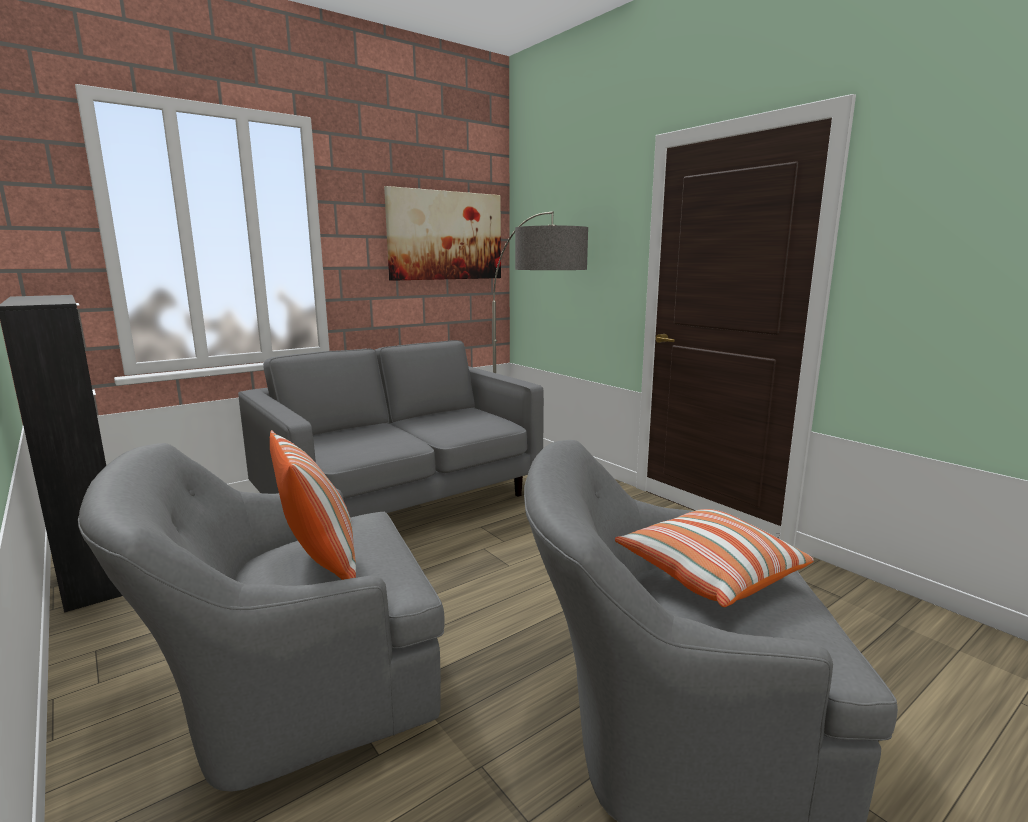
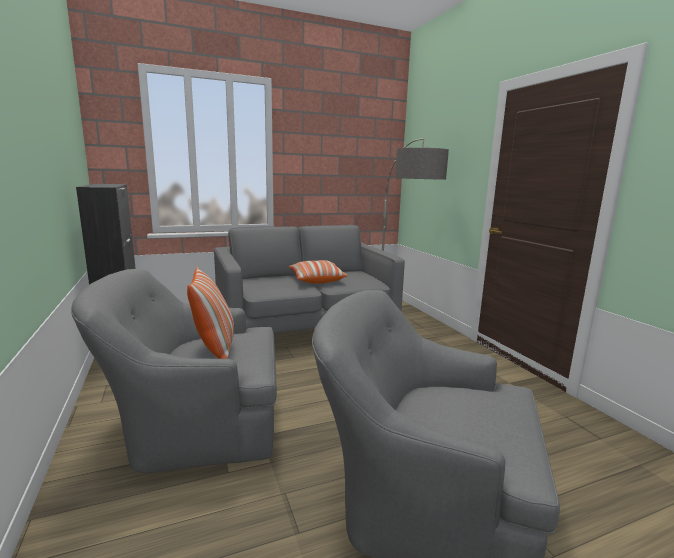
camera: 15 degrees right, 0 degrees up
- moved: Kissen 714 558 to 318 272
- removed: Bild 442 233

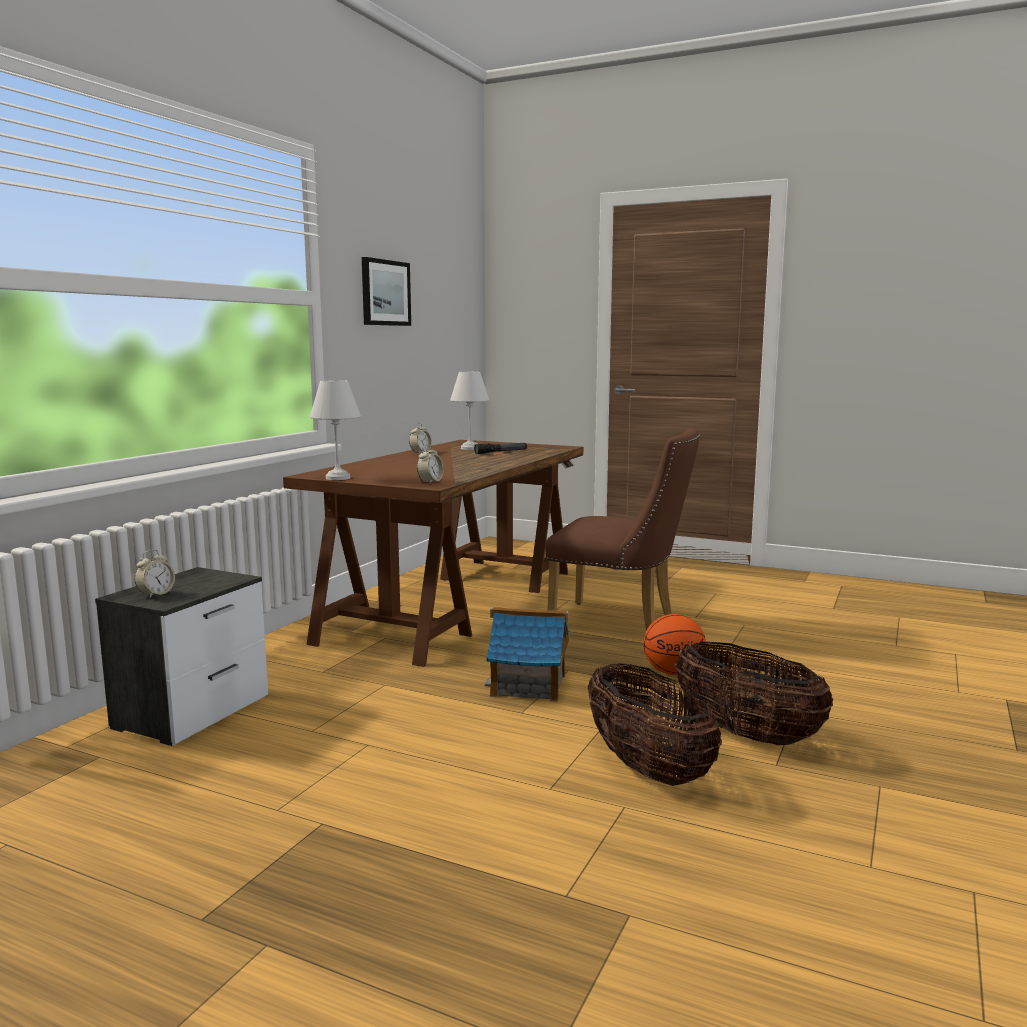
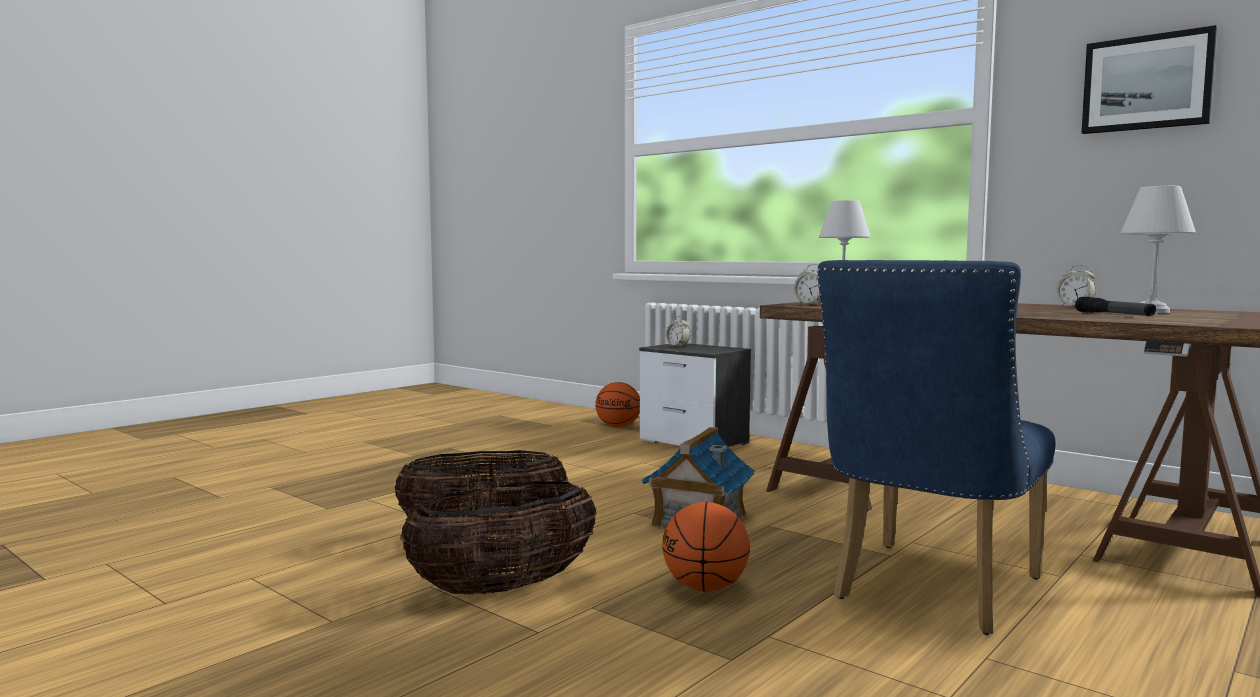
camera: 105 degrees right, 5 degrees down
- added: Basketball 617 404
- recoloured: Stuhl [braun] 622 529 to Stuhl [blau] 936 447

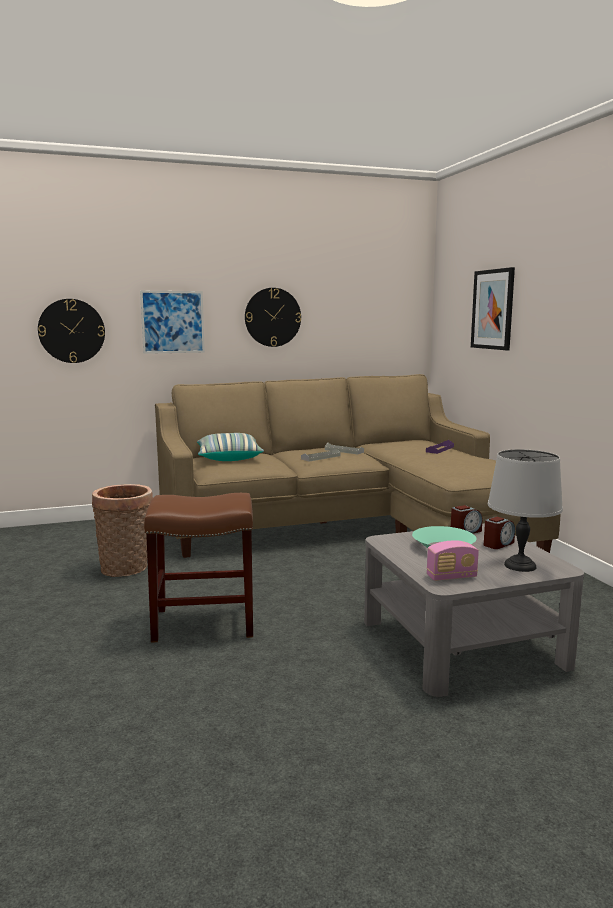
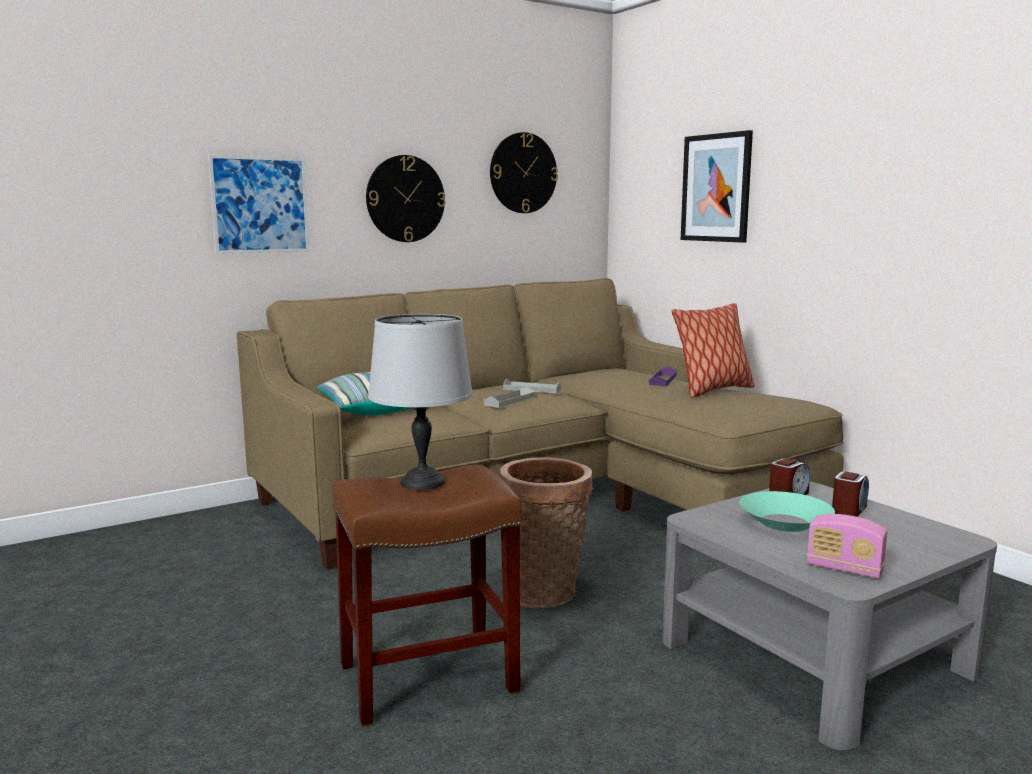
camera: 15 degrees left, 0 degrees up
- moved: Tischlampe [grau] 525 510 to 420 402
- moved: Wanduhr 71 331 to 524 172
- moved: Korb 122 530 to 546 533
- added: Kissen 713 350
- turned: Radio 453 560 = 847 546 60 degrees clockwise

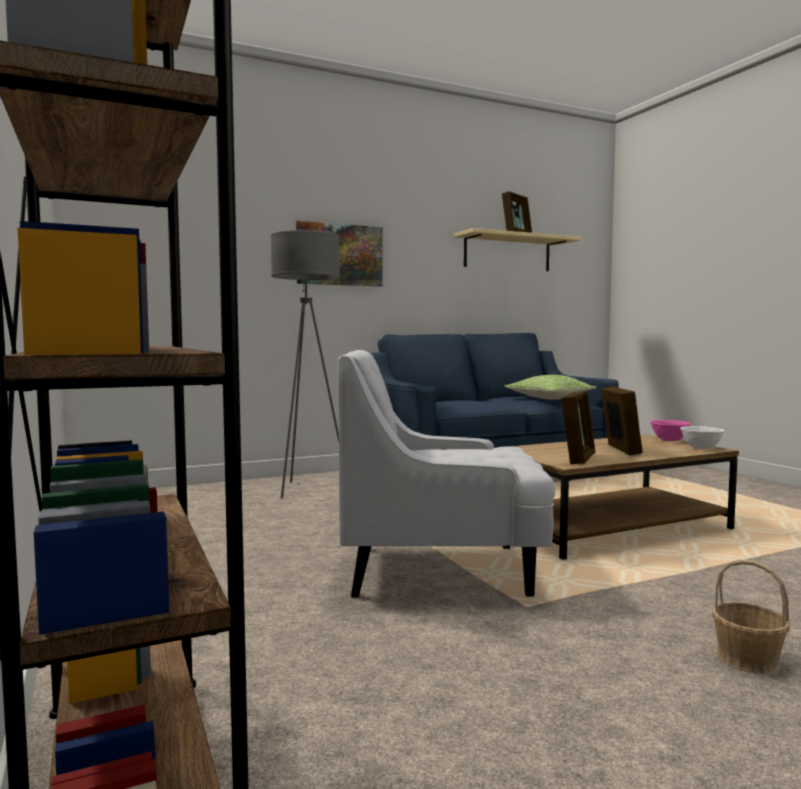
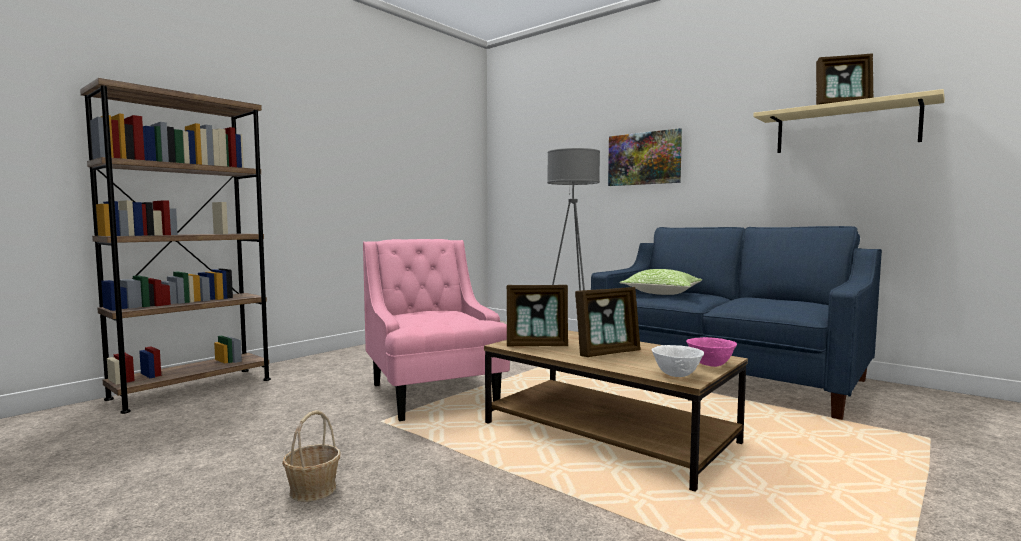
camera: 65 degrees right, 0 degrees up
- recoloured: Sessel [weiß] 446 473 to Sessel [rosa] 436 330
- moved: Kissen 550 387 to 661 282

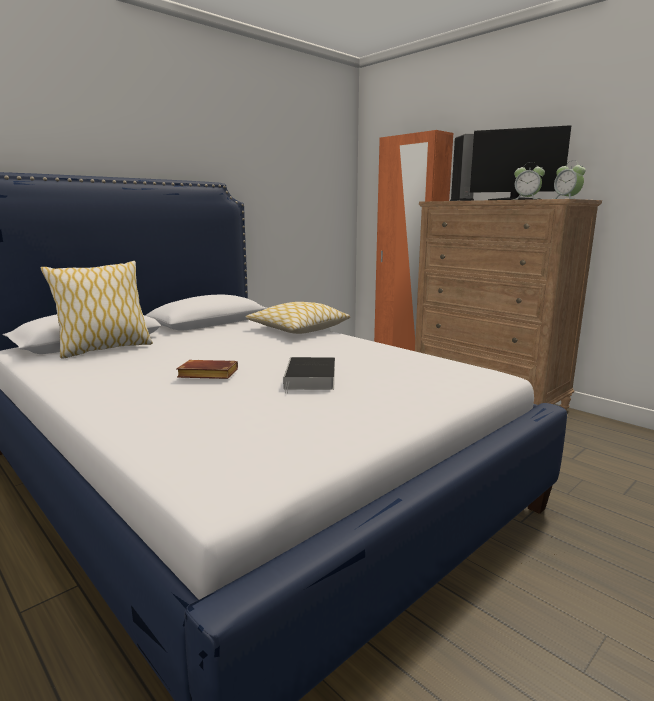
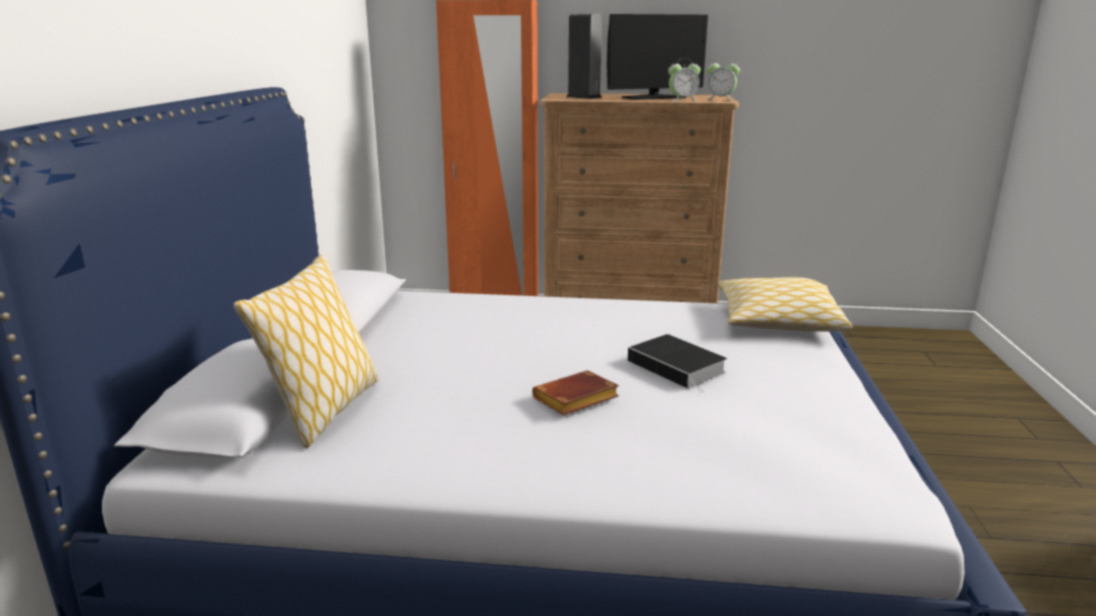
camera: 40 degrees left, 5 degrees up
- moved: Kissen 298 318 to 785 304

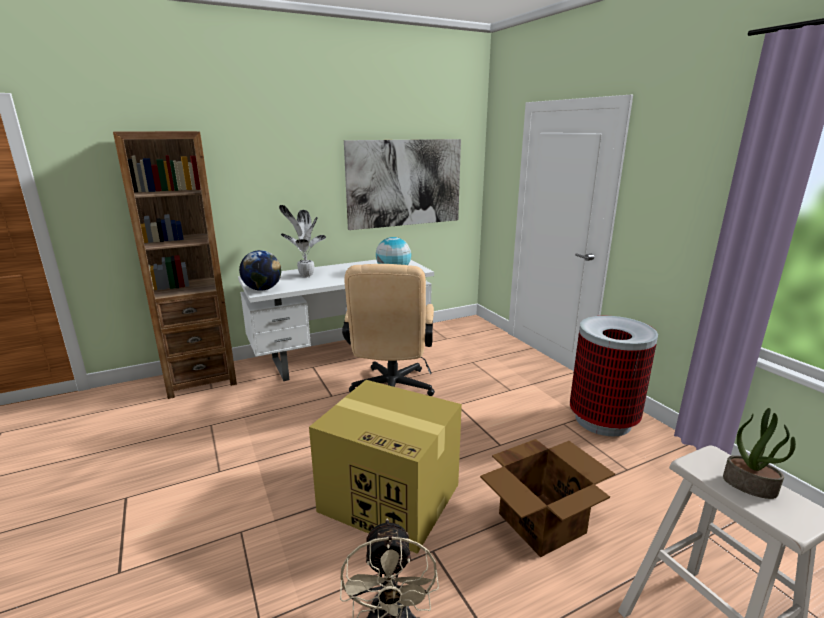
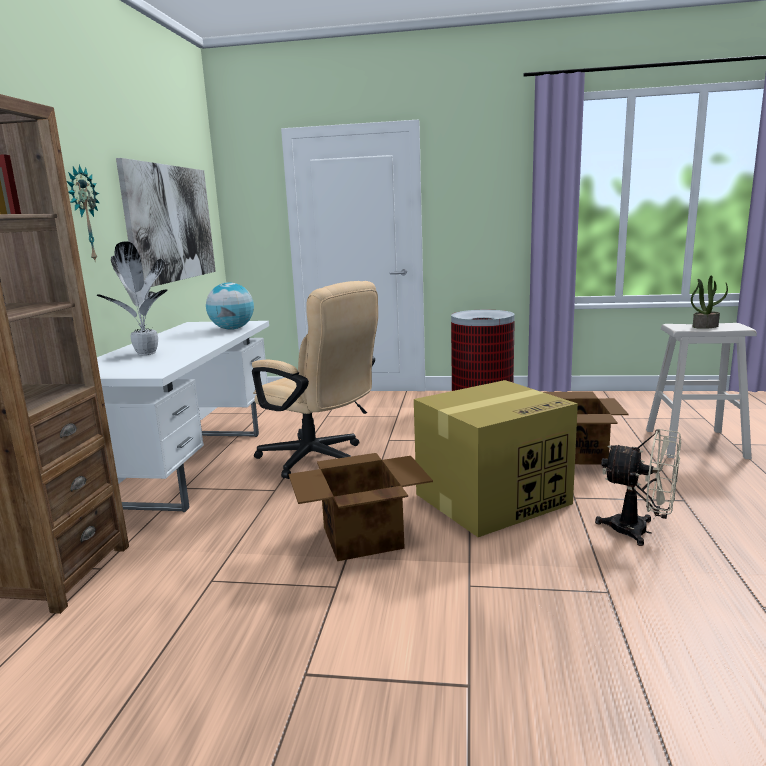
camera: 55 degrees left, 5 degrees down
- added: Wanduhr 83 212
- added: Karton 360 507
- removed: Globus 260 270

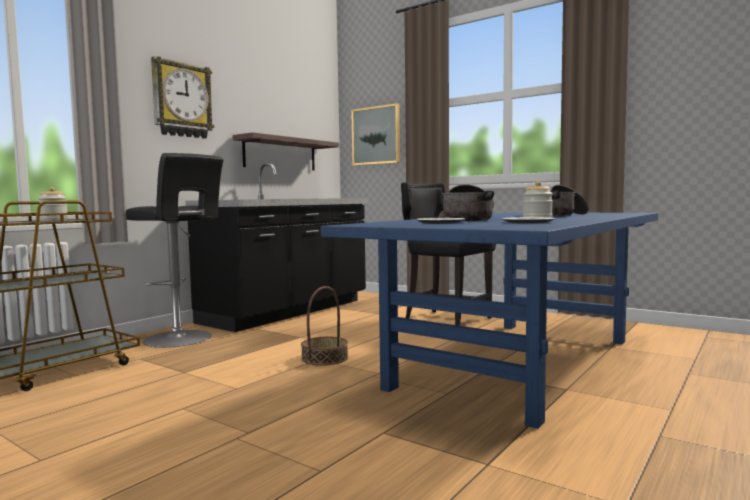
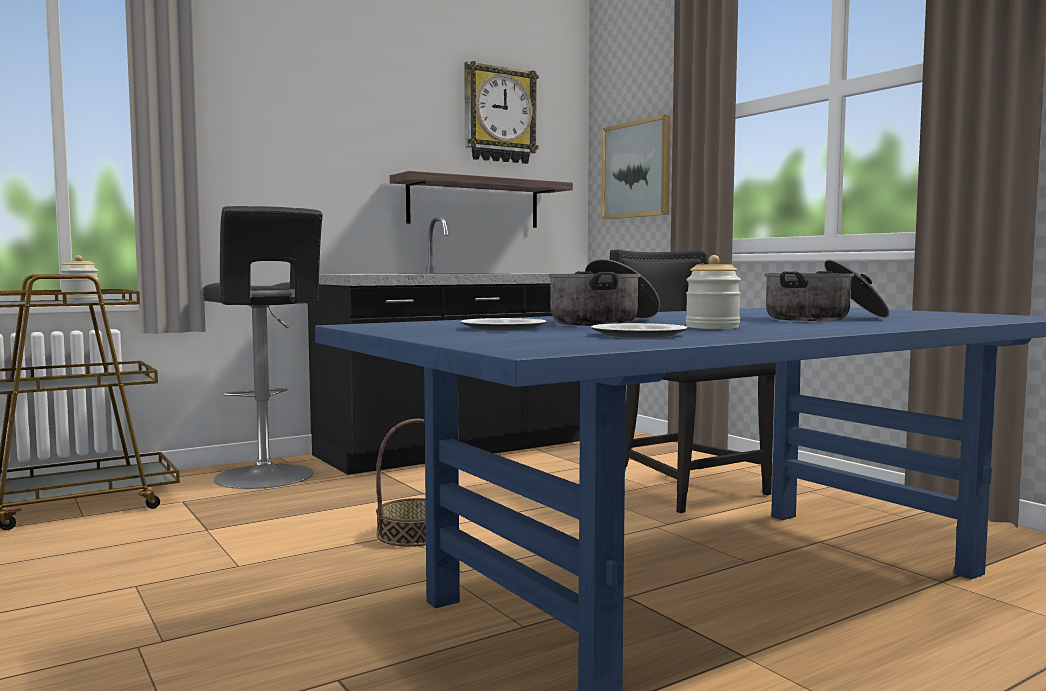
camera: 20 degrees right, 0 degrees up
- moved: Wanduhr 182 97 to 501 112

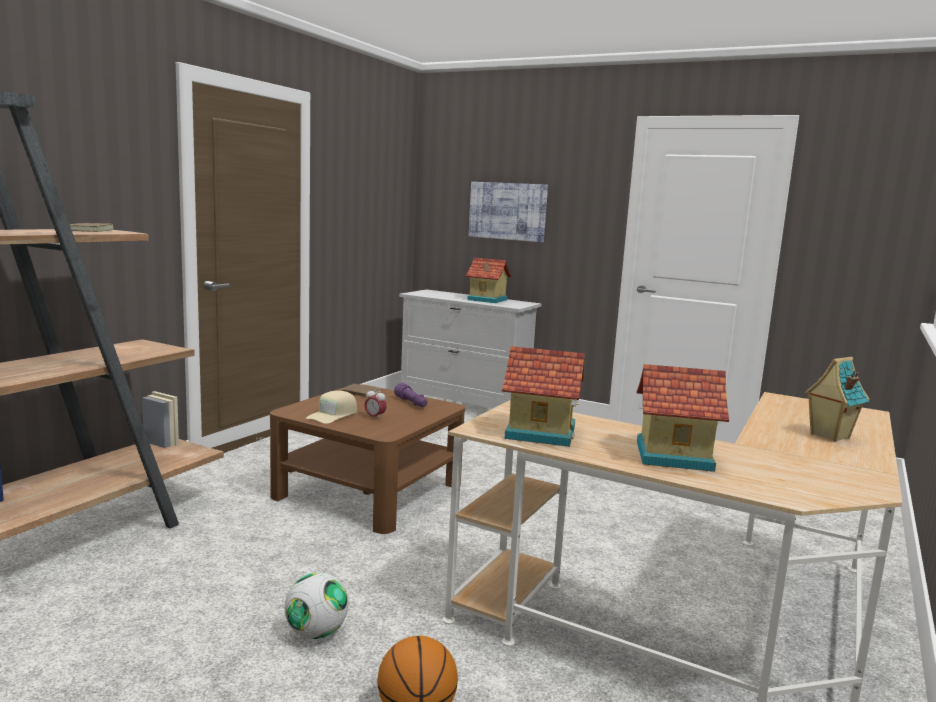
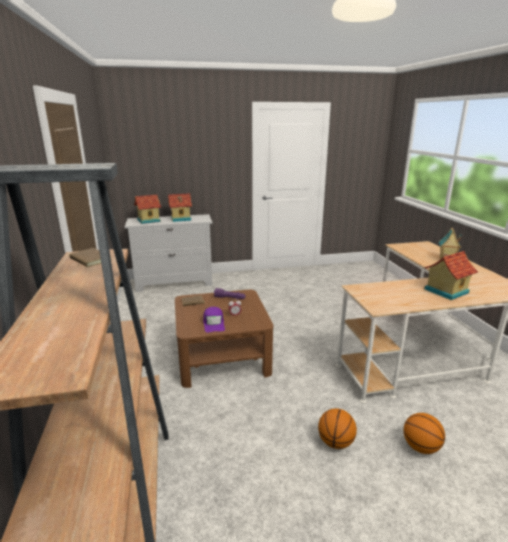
camera: 40 degrees left, 10 degrees up
- moved: Spielzeughaus 543 396 to 147 209
- recoloured: Kappe [beige] 331 407 to Kappe [lila] 214 320
- replaced: Fußball 316 605 to Basketball 337 428
- removed: Bild 508 212

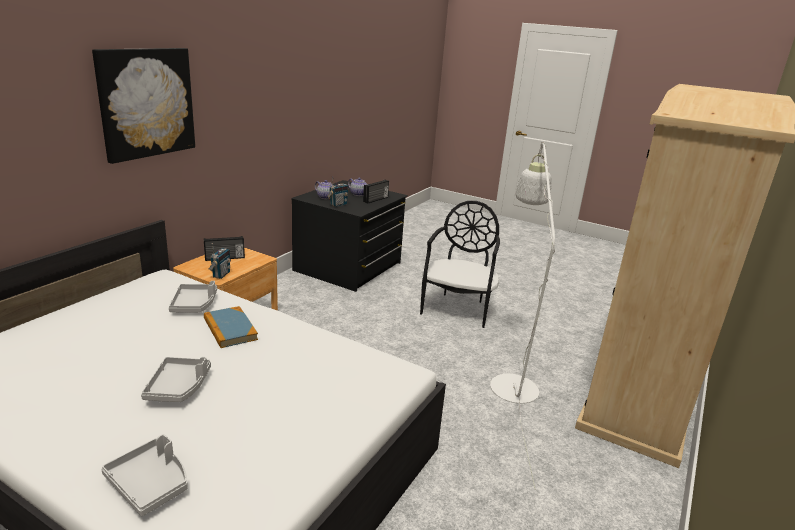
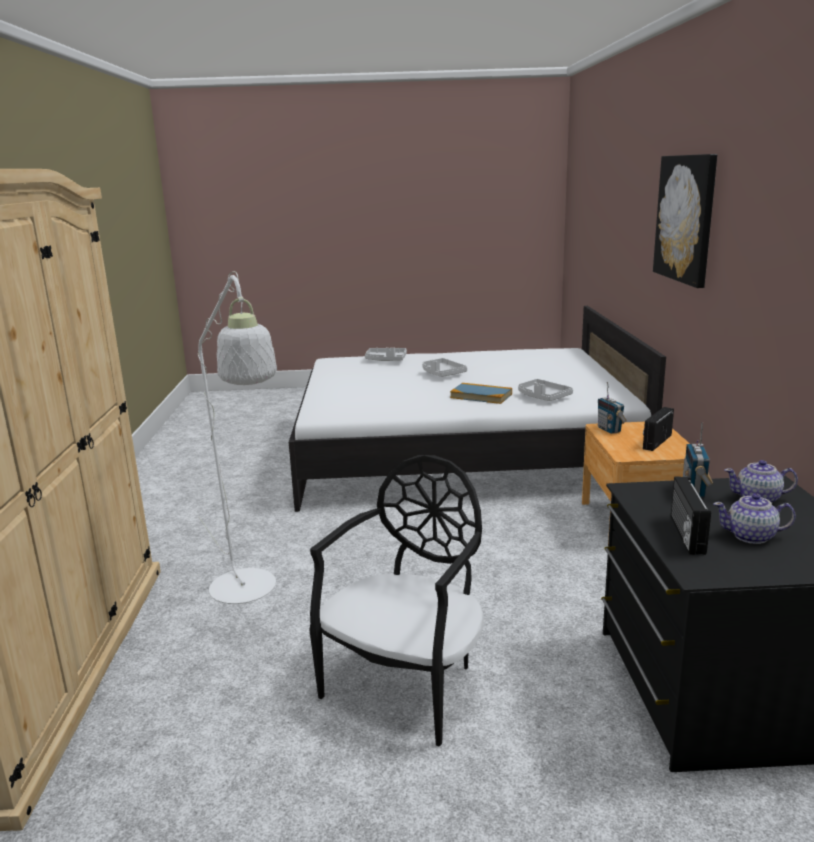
camera: 150 degrees right, 5 degrees down
- turned: Stuhl [schwarz] 460 264 = 396 600 135 degrees counterclockwise

